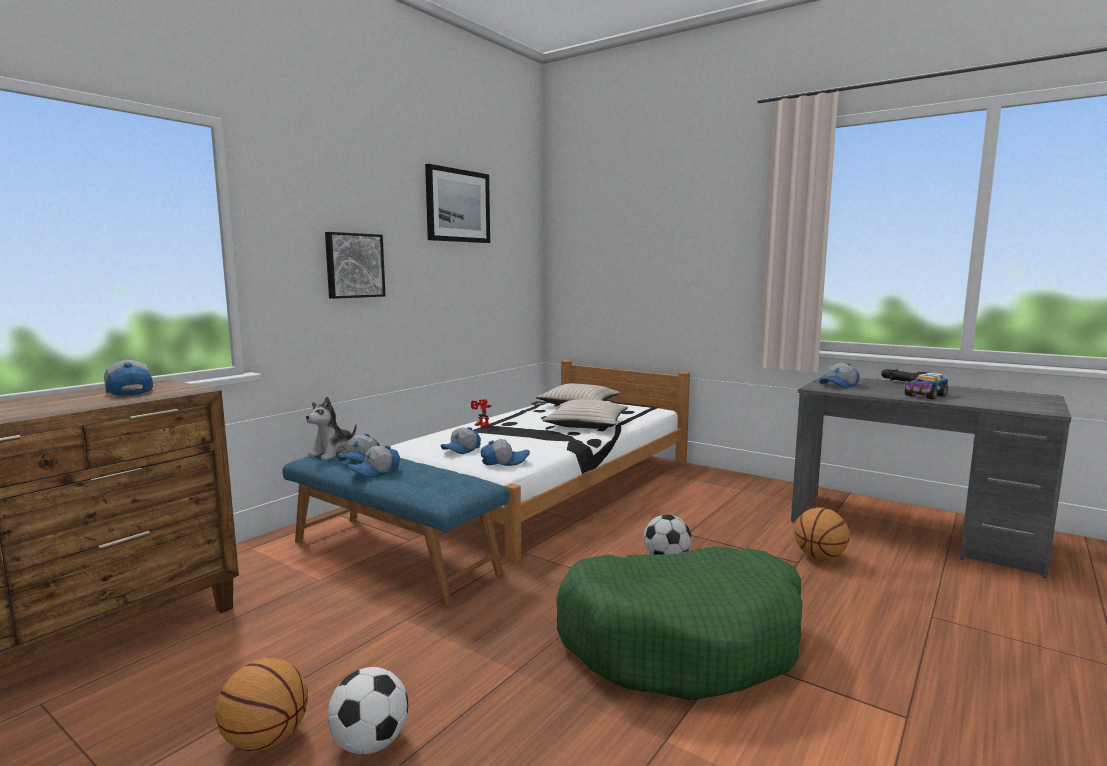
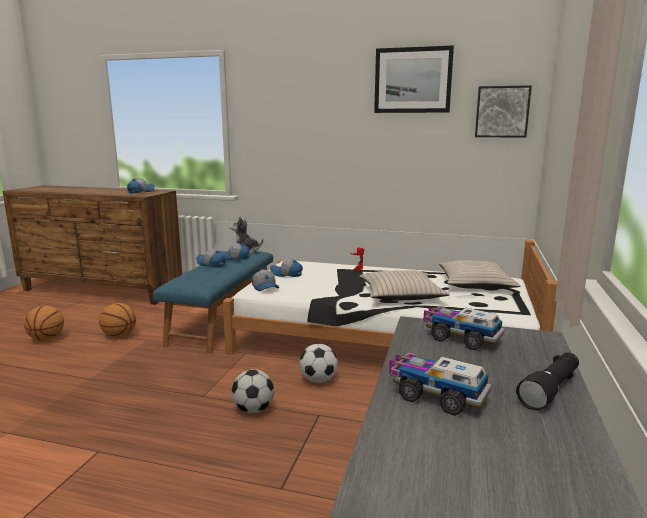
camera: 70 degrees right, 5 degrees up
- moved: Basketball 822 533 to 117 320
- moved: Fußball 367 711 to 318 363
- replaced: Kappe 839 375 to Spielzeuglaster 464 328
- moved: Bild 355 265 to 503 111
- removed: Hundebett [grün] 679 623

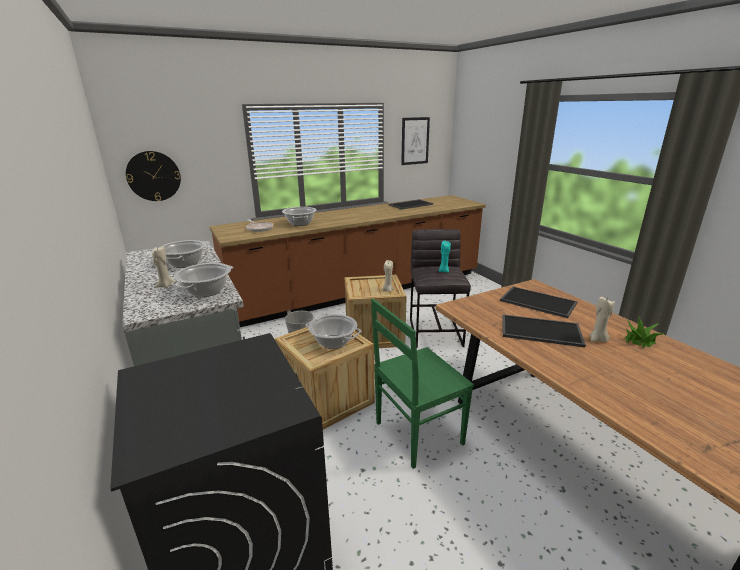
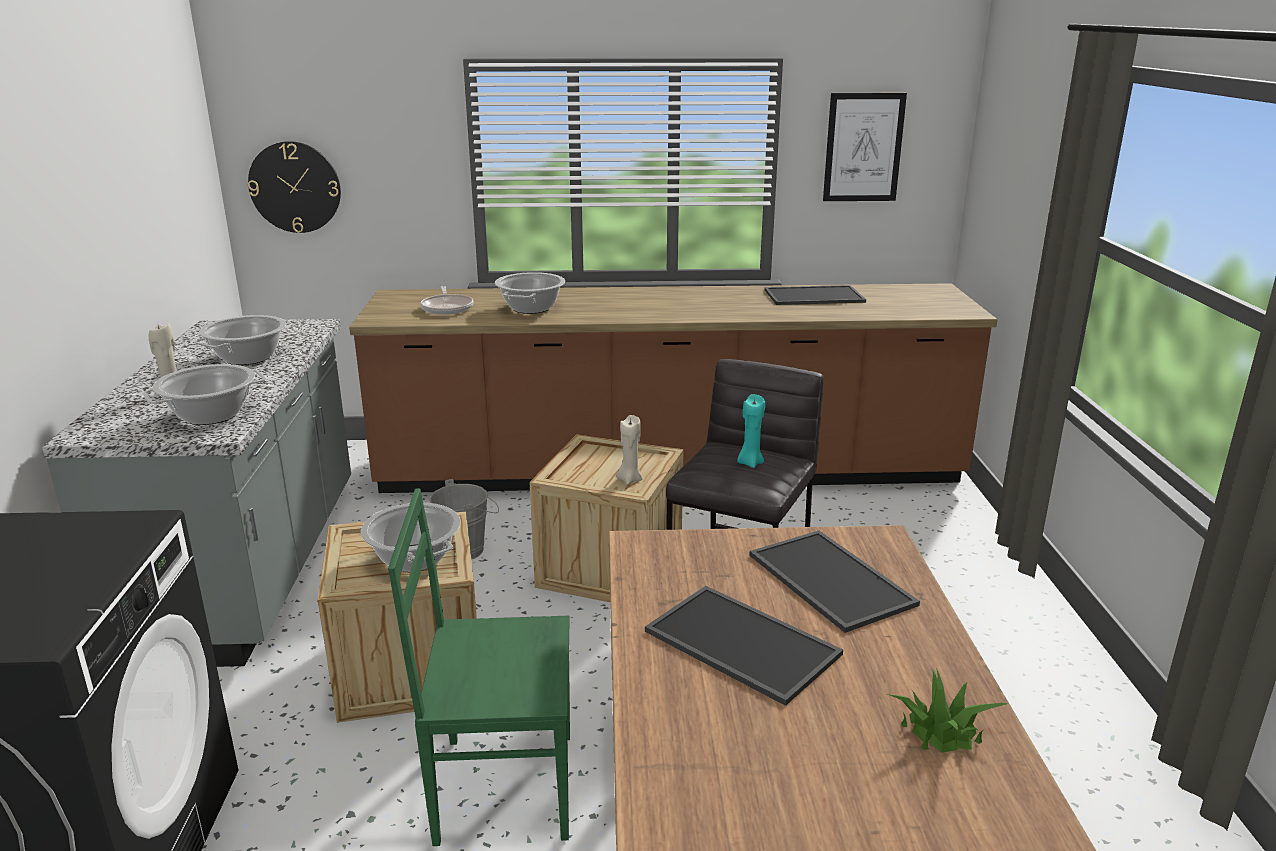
camera: 25 degrees right, 0 degrees up
- removed: Kerze [beige] 602 319

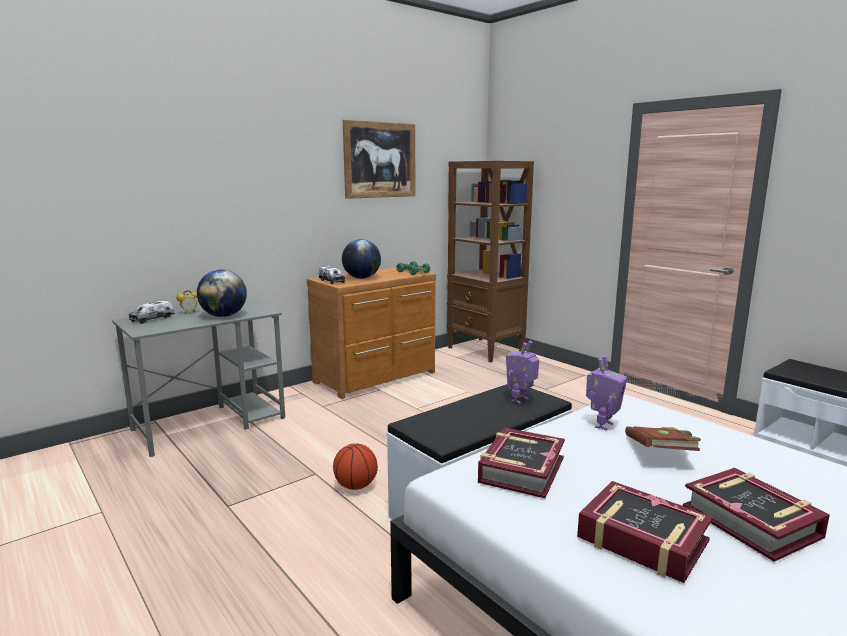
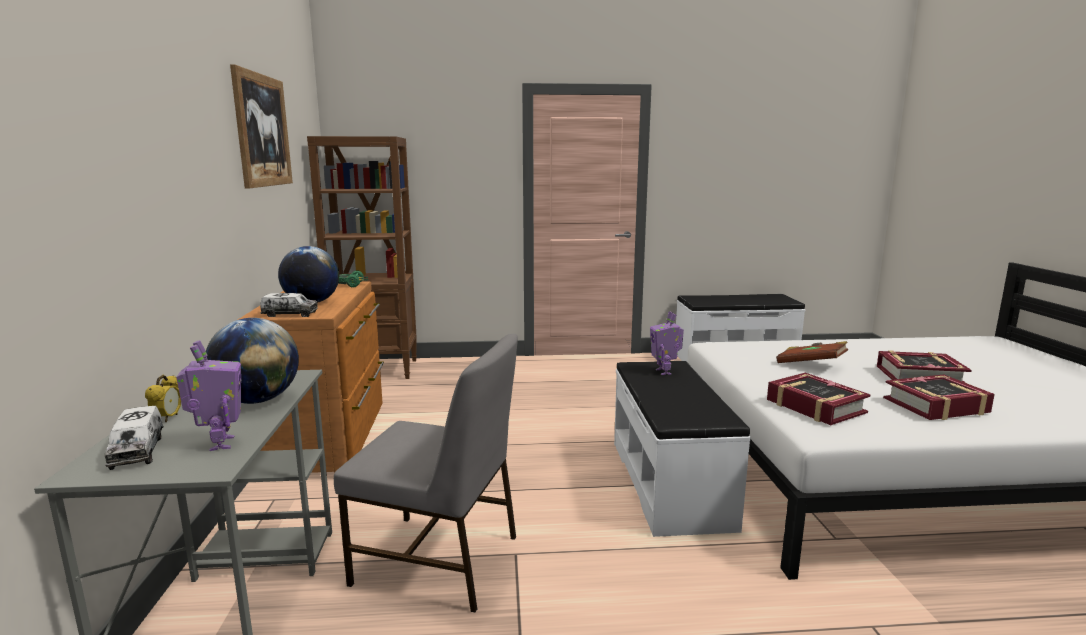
camera: 55 degrees left, 0 degrees up
- moved: Spielzeugroboter 606 393 to 208 395
- added: Stuhl [grau] 426 473
- removed: Basketball 355 466

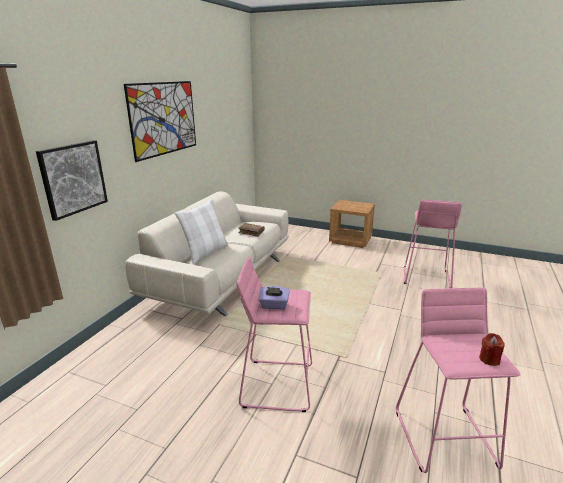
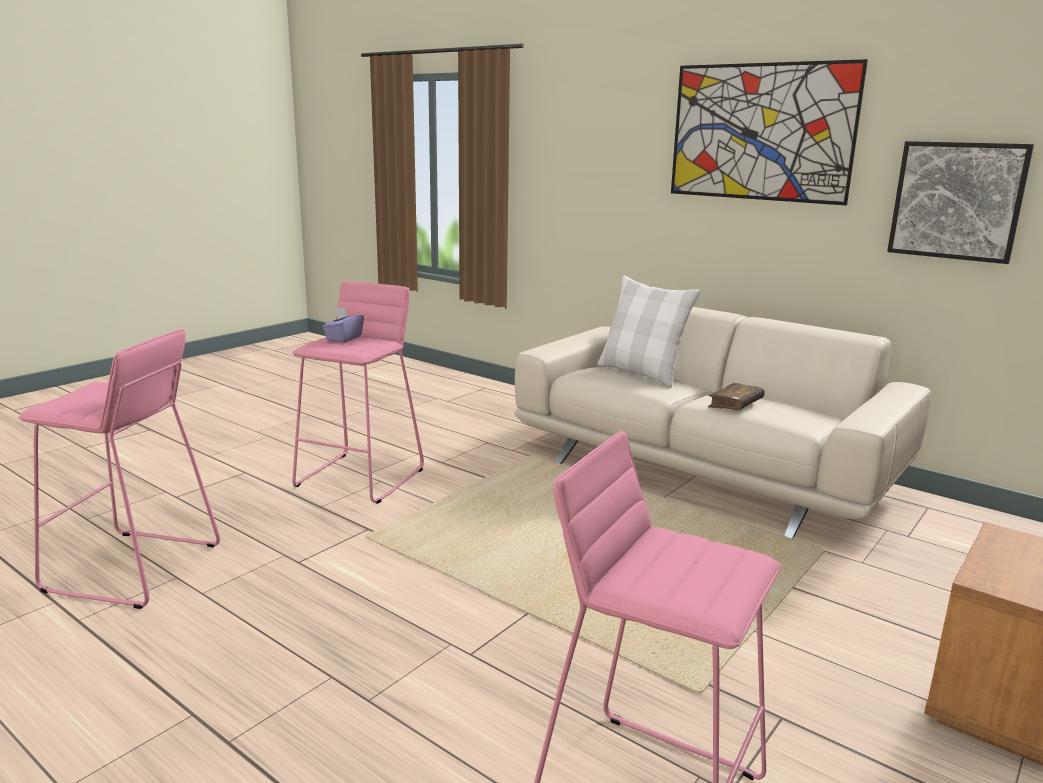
camera: 105 degrees right, 5 degrees down
- moved: Bild 72 180 to 960 202
- removed: Kerze [rot] 492 349

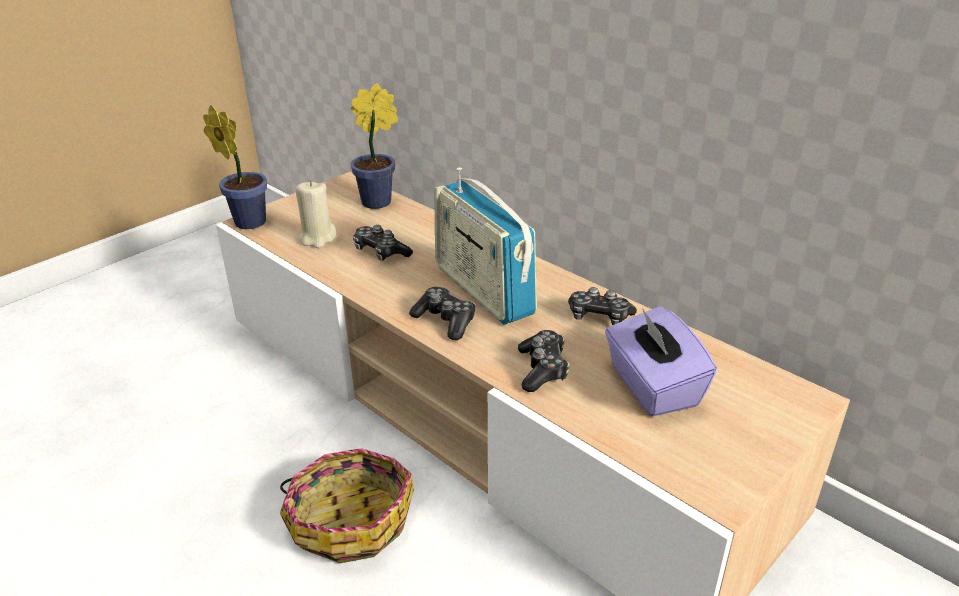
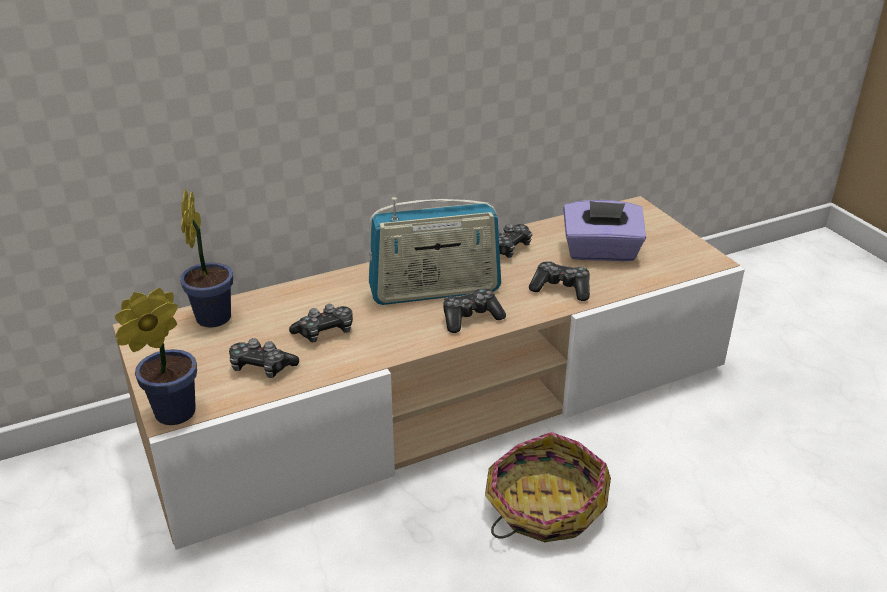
camera: 70 degrees left, 0 degrees up
- replaced: Kerze [beige] 316 214 to Gamepad 264 358

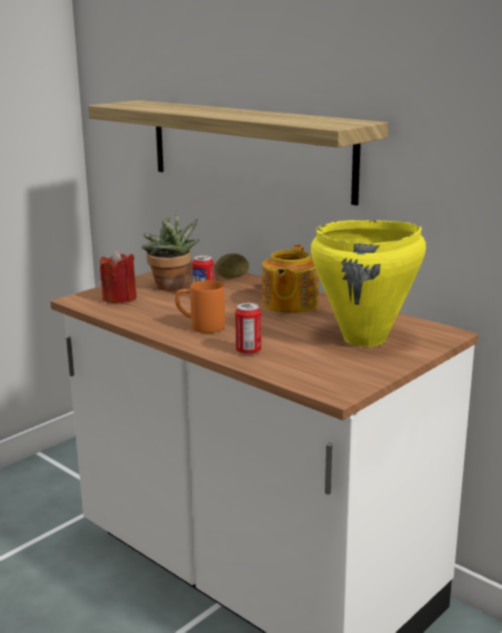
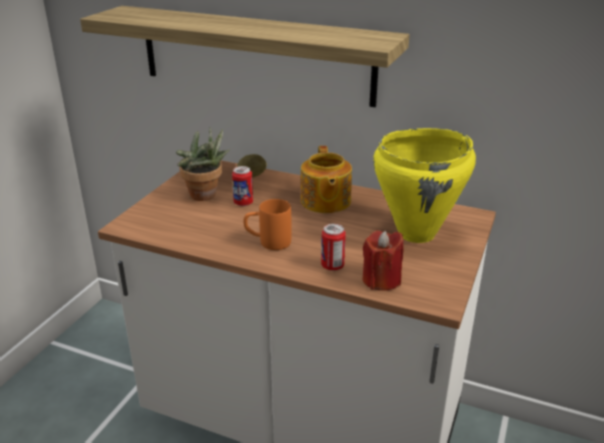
camera: 20 degrees left, 10 degrees up
- moved: Kerze [rot] 118 276 to 383 261

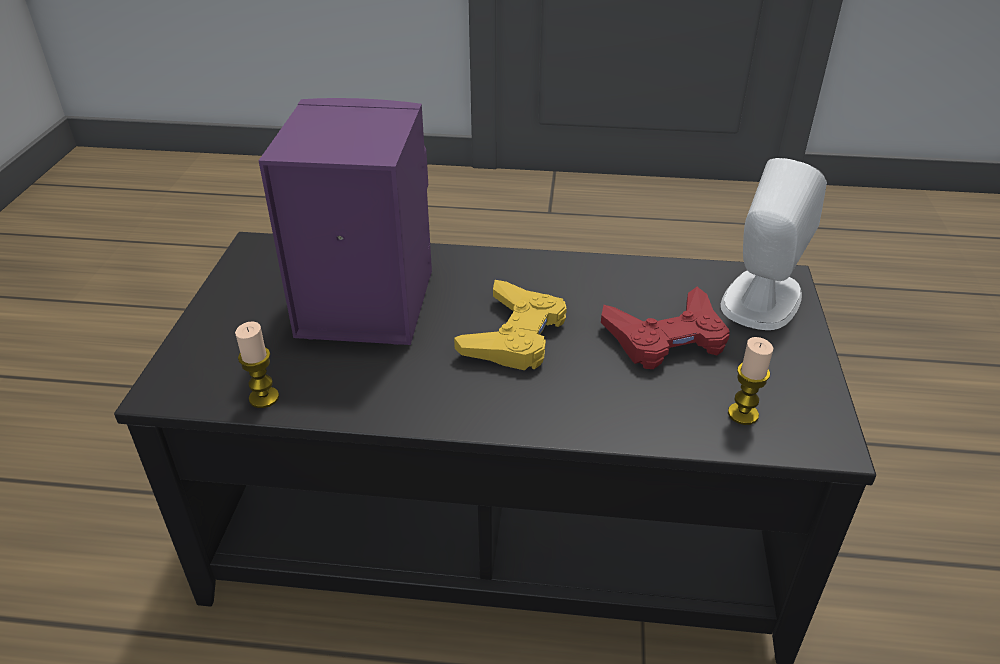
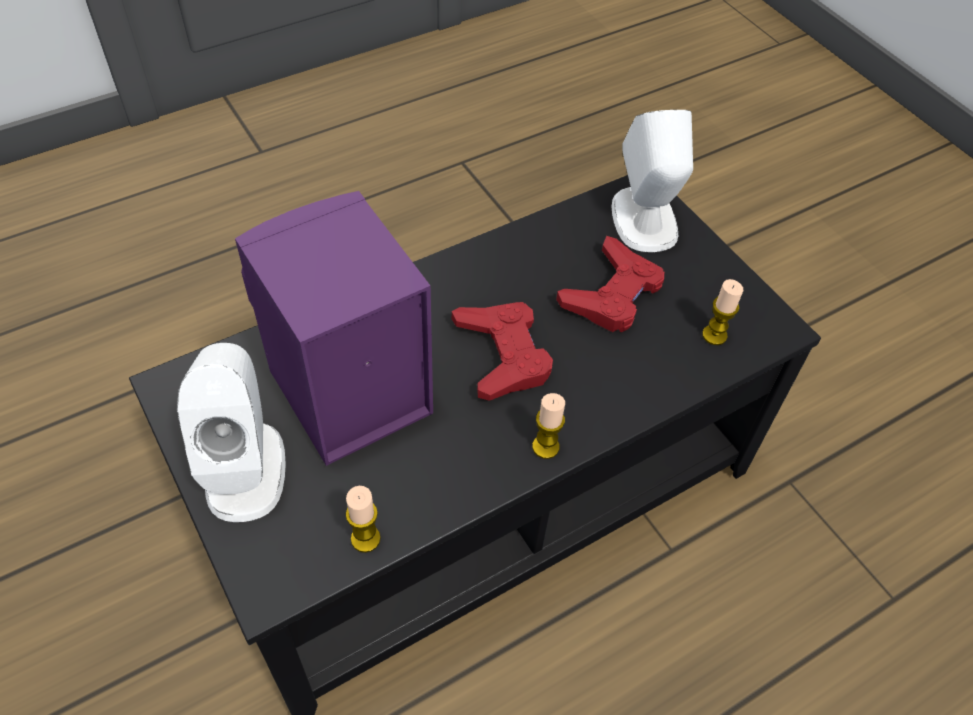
camera: 40 degrees left, 15 degrees up
- added: Lautsprecher [weiß] 231 432
- recoloured: Gamepad [gelb] 510 325 to Gamepad [rot] 502 351
- added: Kerze 548 426

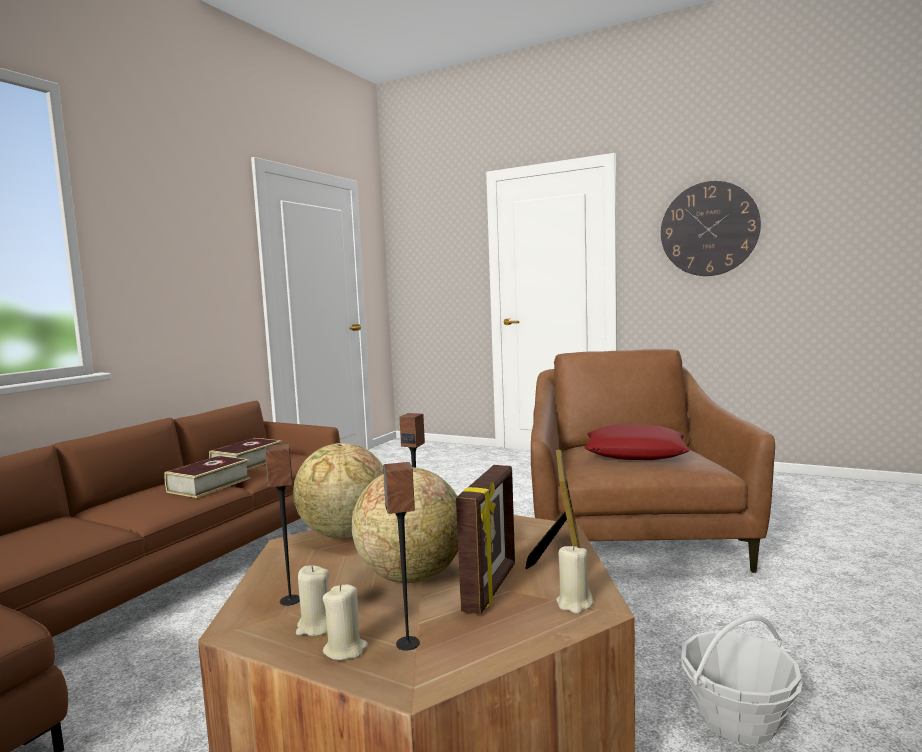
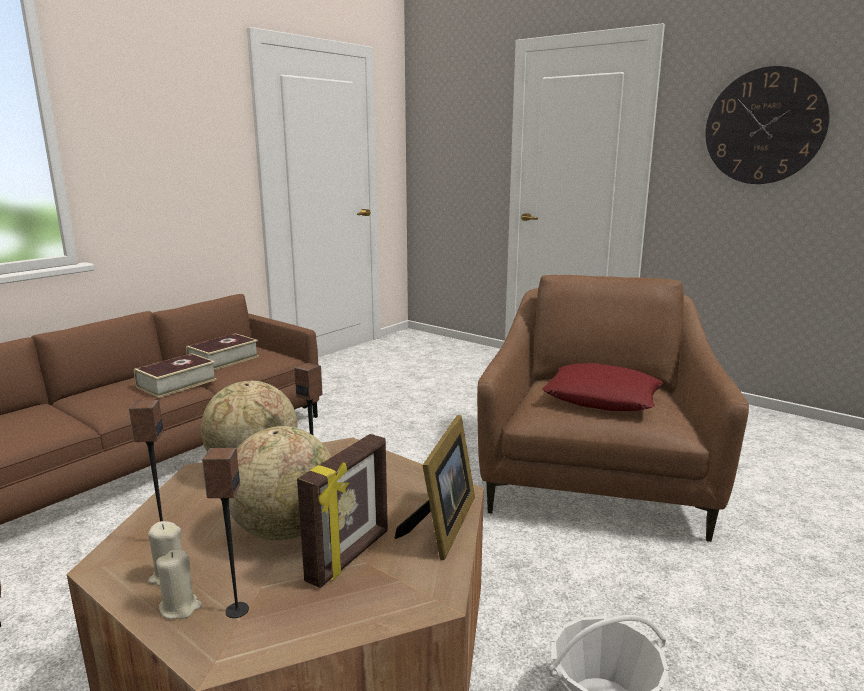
camera: 10 degrees right, 10 degrees up
- removed: Kerze [beige] 574 579

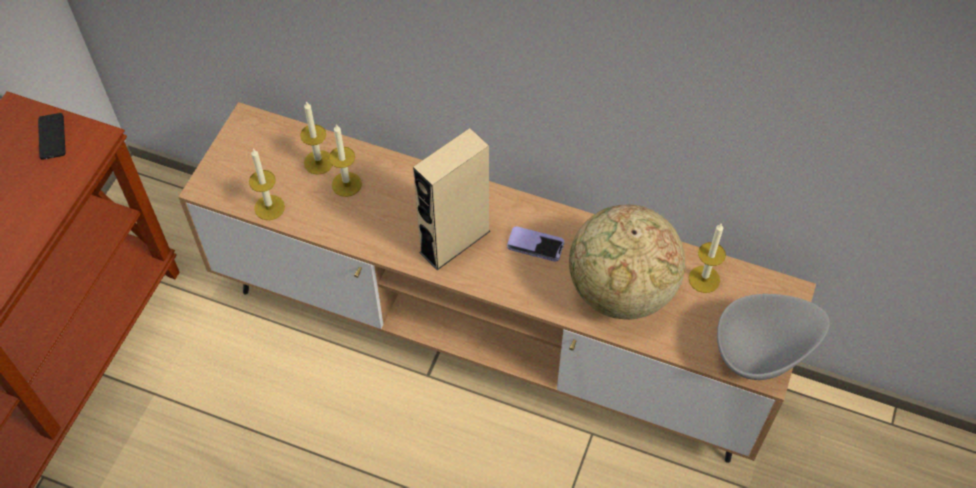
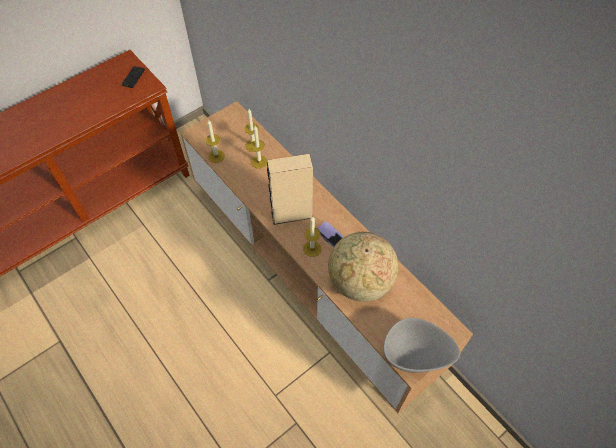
camera: 30 degrees right, 0 degrees up
- moved: Kerze 707 258 to 312 237

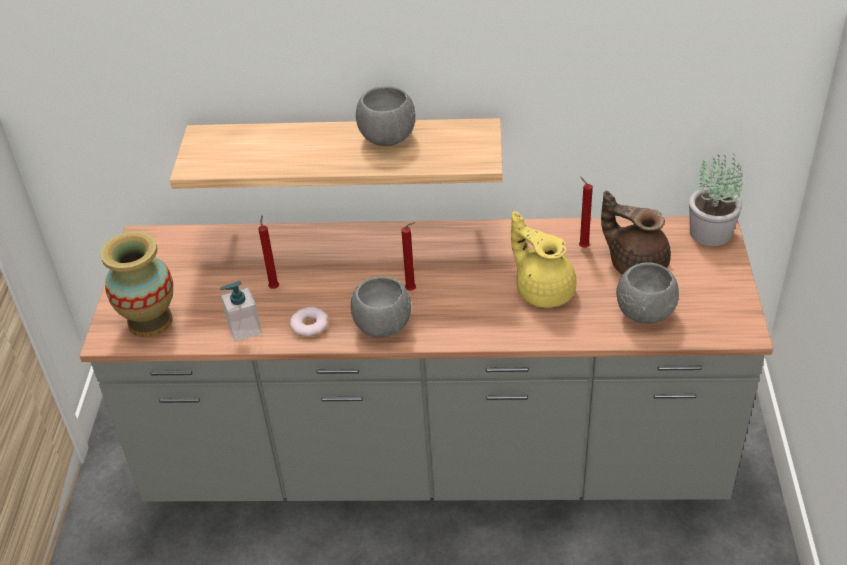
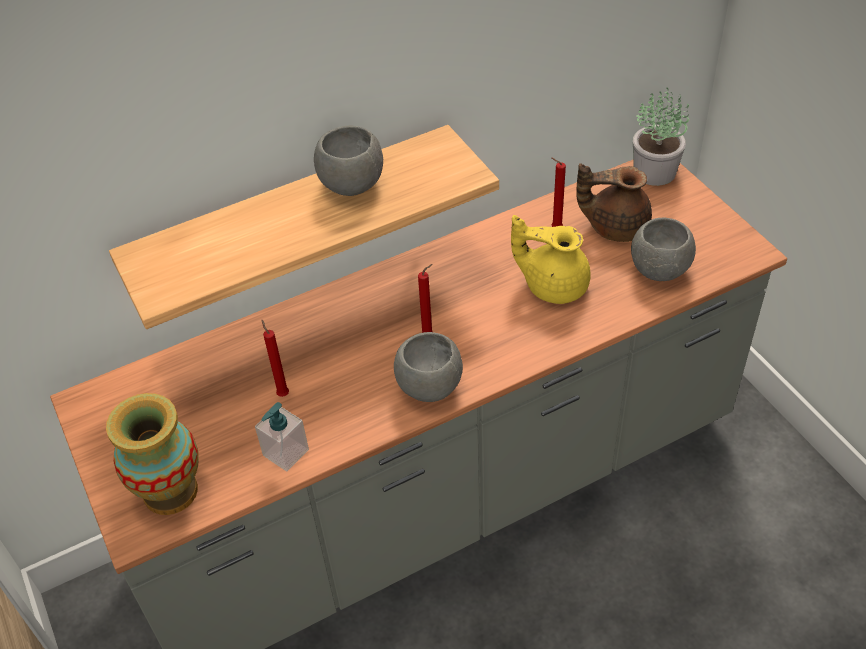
camera: 30 degrees left, 5 degrees up
- removed: Donut 309 321

